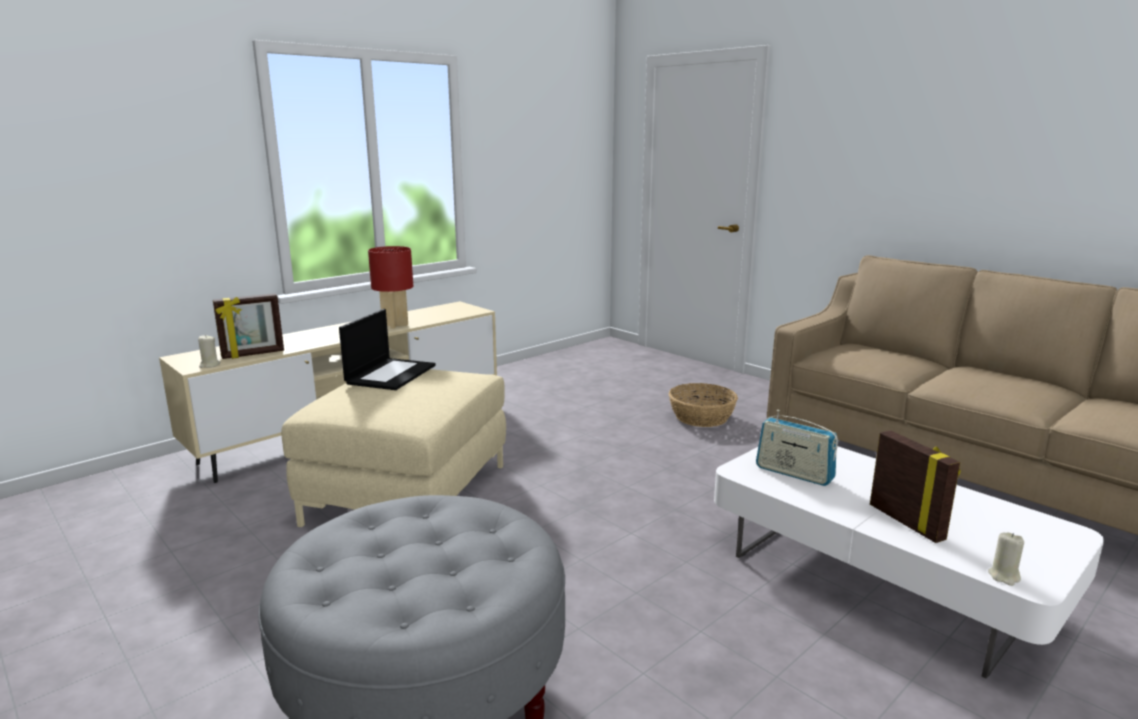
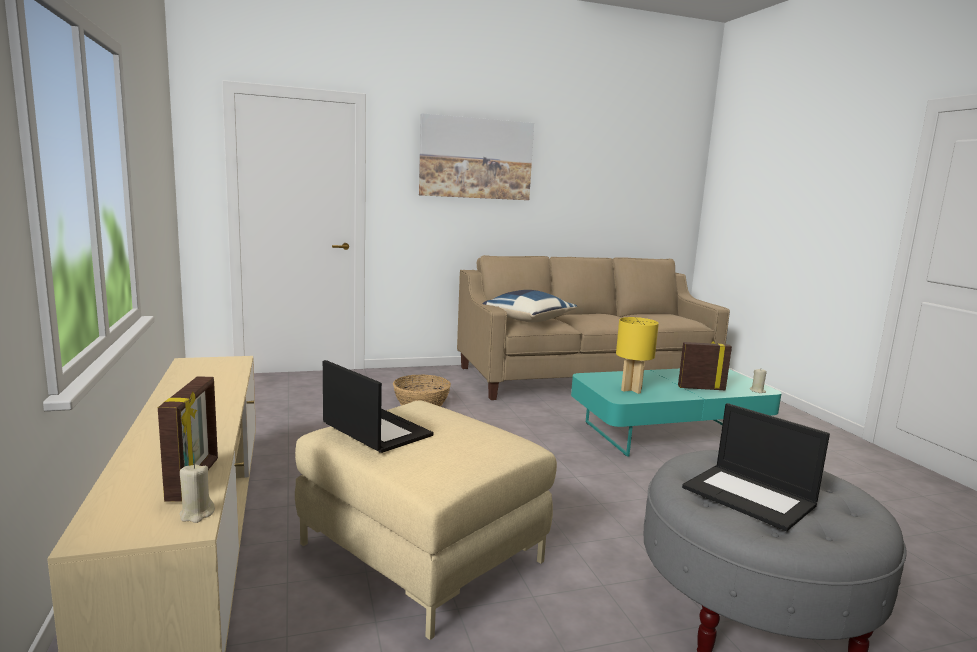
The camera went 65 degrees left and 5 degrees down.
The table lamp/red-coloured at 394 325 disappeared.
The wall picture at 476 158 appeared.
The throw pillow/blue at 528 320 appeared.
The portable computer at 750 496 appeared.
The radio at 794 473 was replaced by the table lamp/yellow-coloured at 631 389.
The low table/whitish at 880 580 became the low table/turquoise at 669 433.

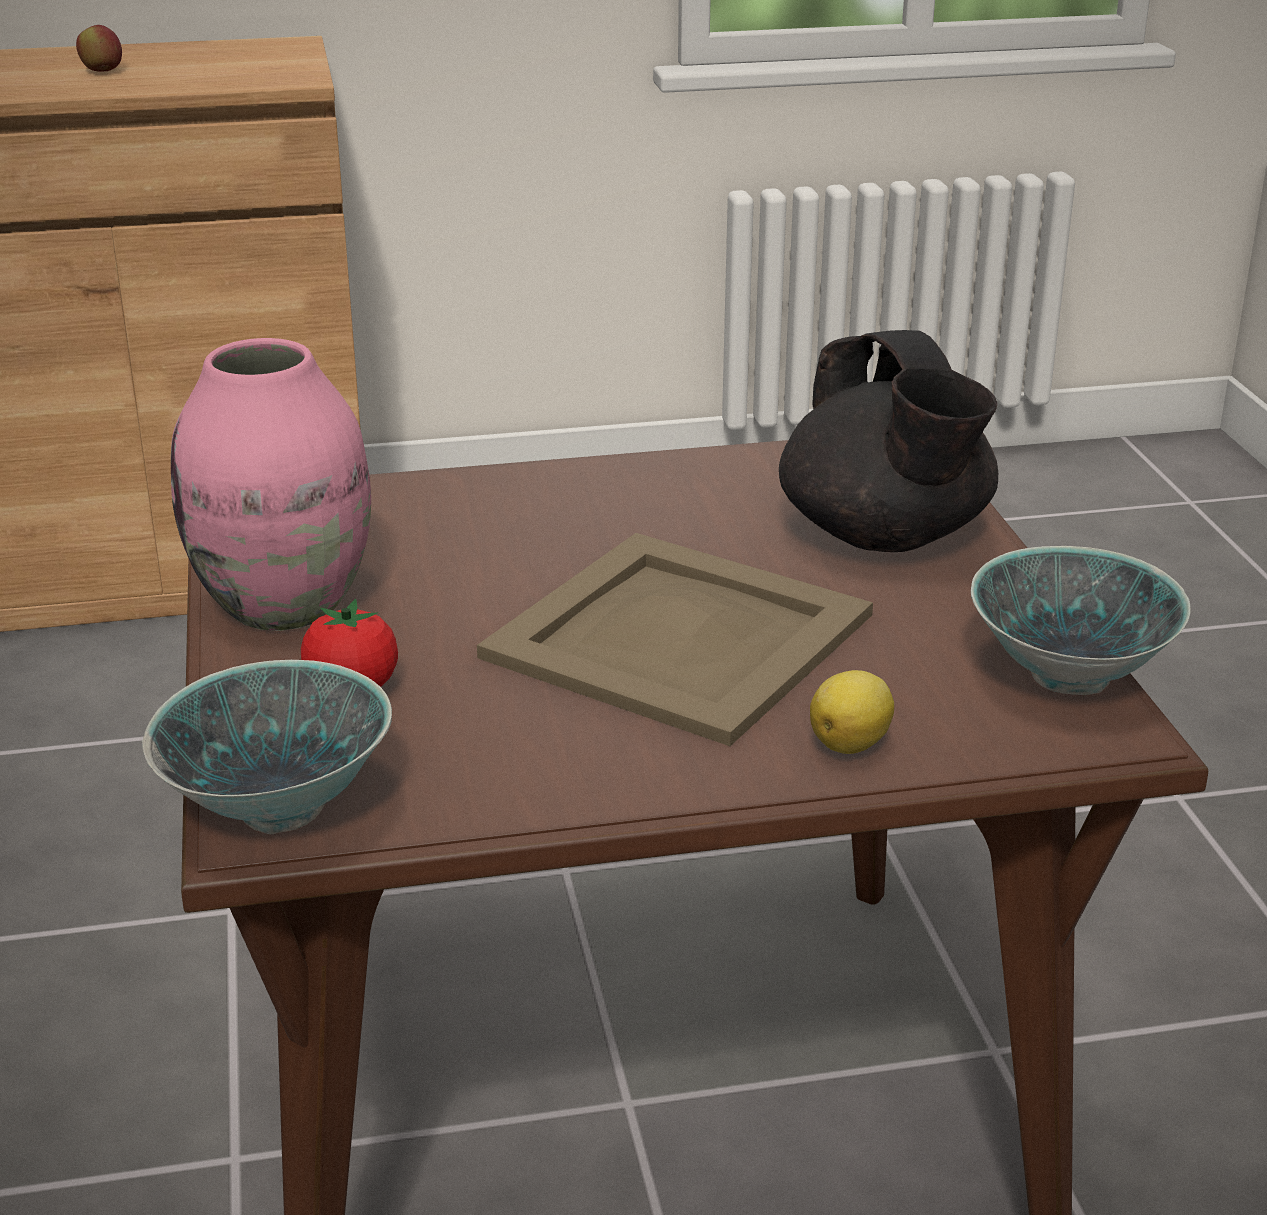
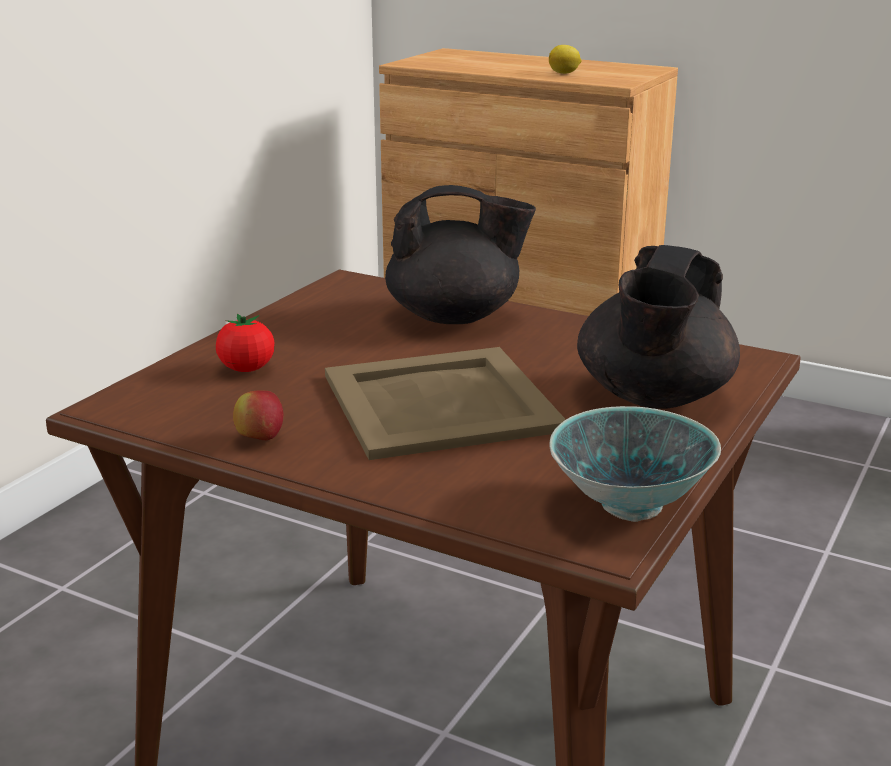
The camera went 40 degrees right and 5 degrees down.
The deep dish at 280 808 disappeared.
The vase/pink-coloured at 286 605 disappeared.
The pot for tea/blackish at 455 317 appeared.
The apple moved from 102 71 to 260 439.
The lemon moved from 851 744 to 564 73.

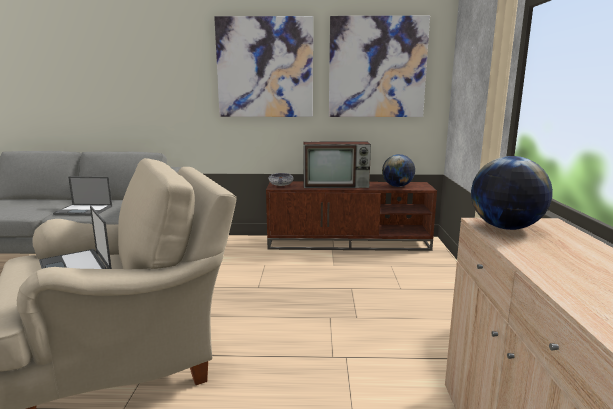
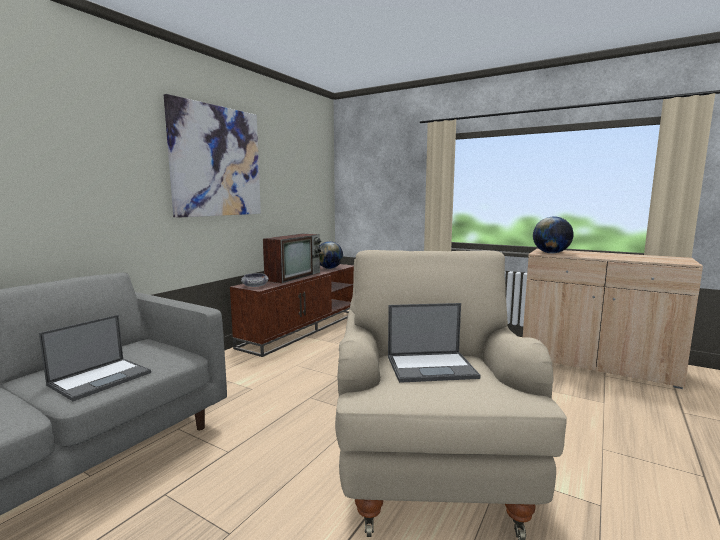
The camera went 60 degrees left and 5 degrees down.
The wall picture at 377 68 disappeared.

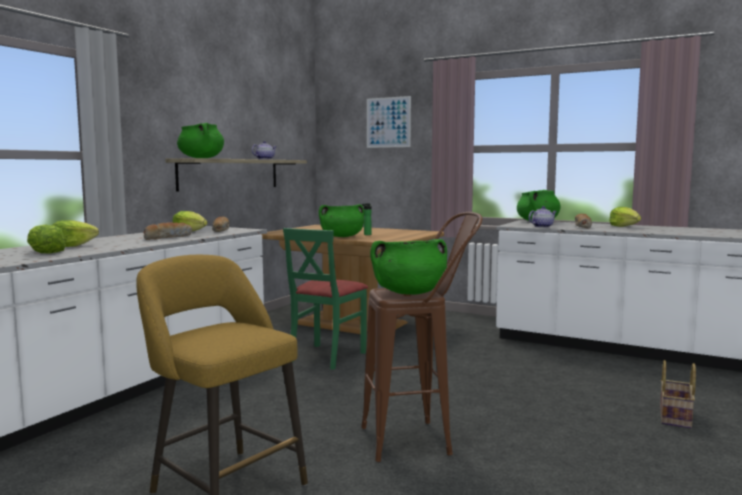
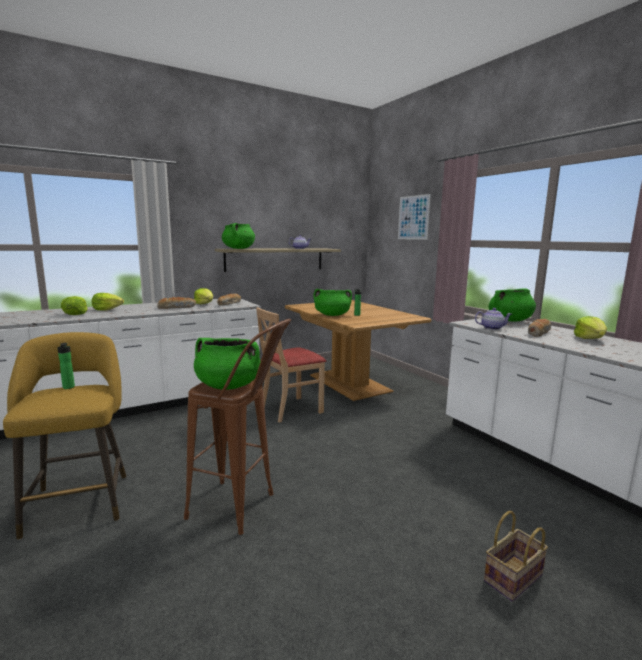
The camera went 30 degrees right and 5 degrees up.
The beverage bottle at 68 388 appeared.
The plain chair/green at 326 356 became the plain chair/beige at 291 409.

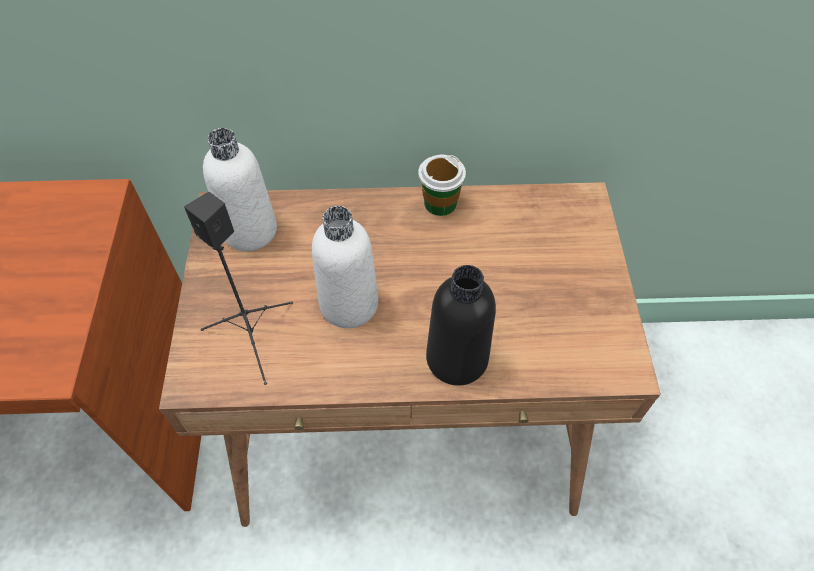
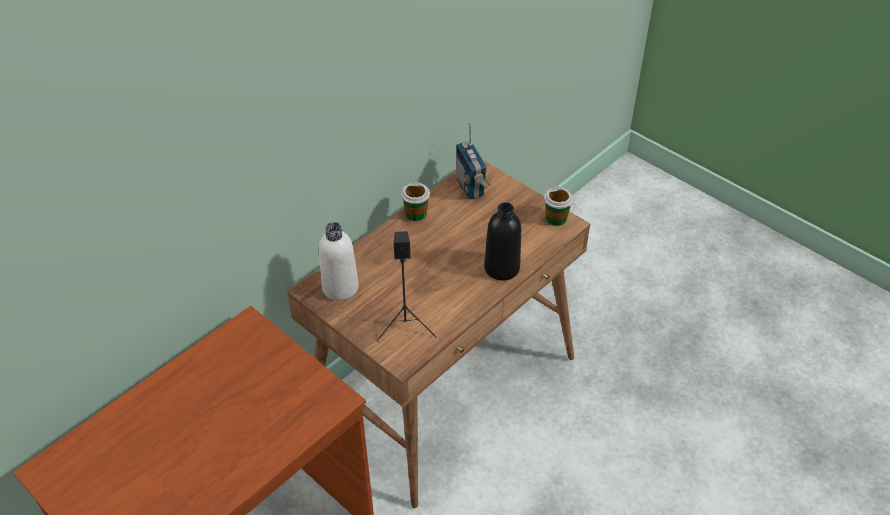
The camera went 45 degrees left and 10 degrees down.
The beverage bottle/whitish at 349 304 disappeared.
The radio at 471 187 appeared.
The cup at 556 218 appeared.

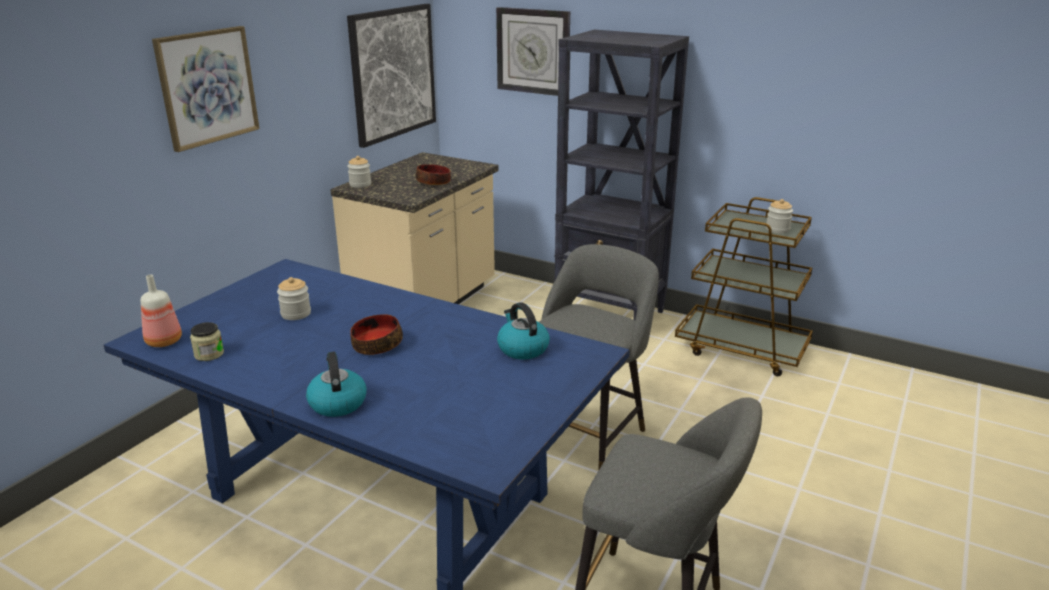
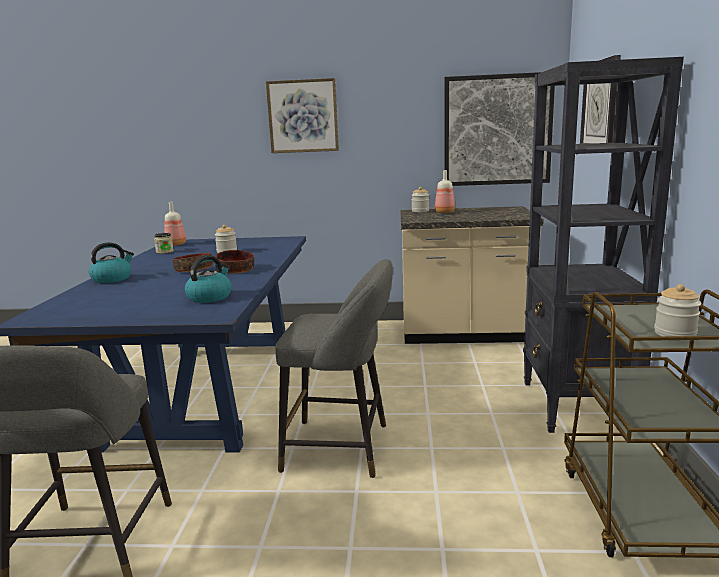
The camera went 65 degrees right and 10 degrees down.
The beverage bottle at 444 212 appeared.
The deep dish moved from 434 182 to 235 270.

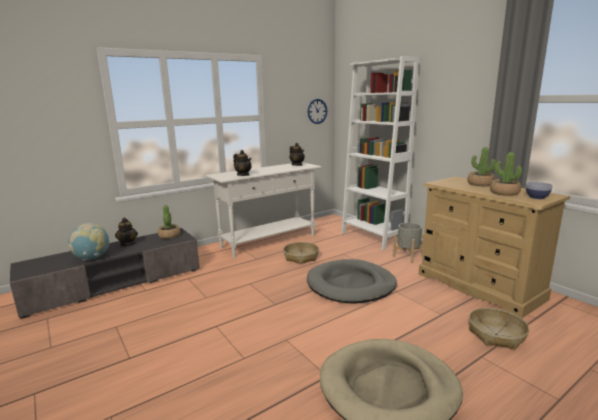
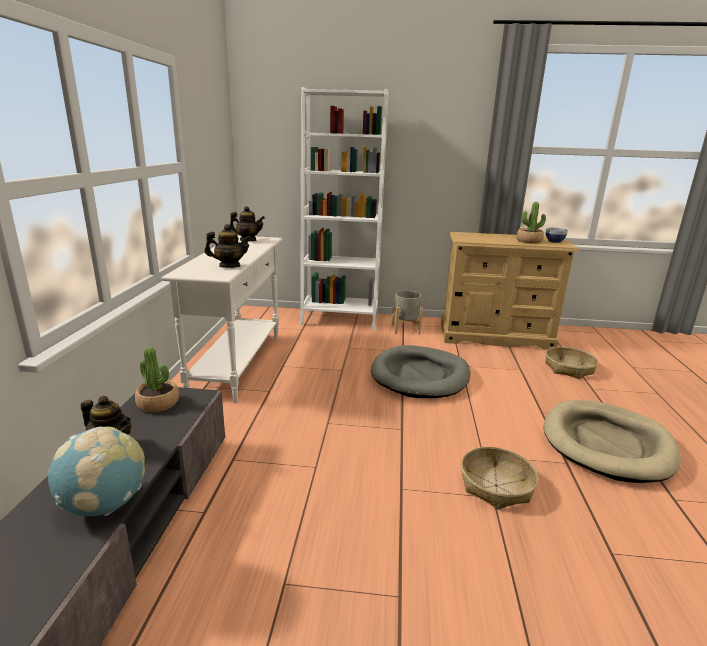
The camera went 50 degrees left and 5 degrees up.
The wall clock at 317 111 disappeared.
The houseplant at 480 184 disappeared.
The basket moved from 301 257 to 496 486.

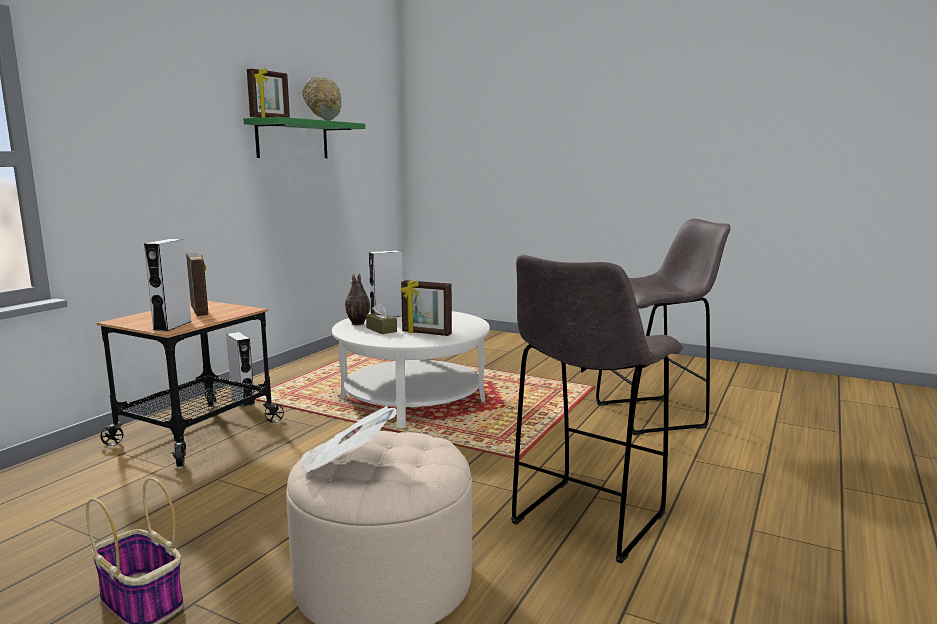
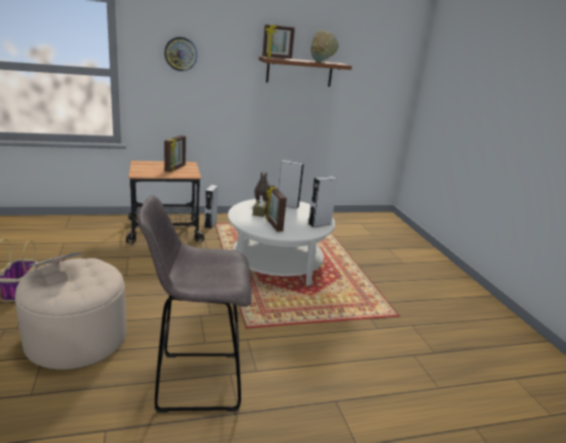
The camera went 45 degrees right and 10 degrees up.
The stool seat/grey at 653 415 disappeared.
The wall clock at 180 54 appeared.
The speaker/grey moved from 172 325 to 319 223.
The shelf/green at 292 140 became the shelf/brown at 299 72.

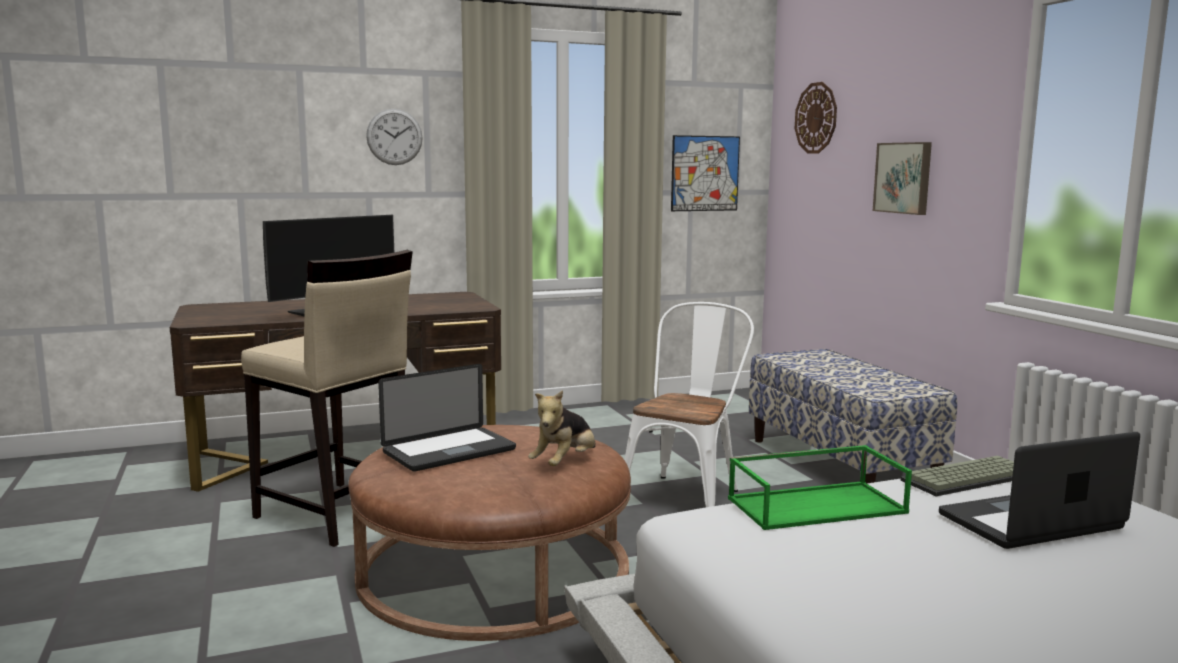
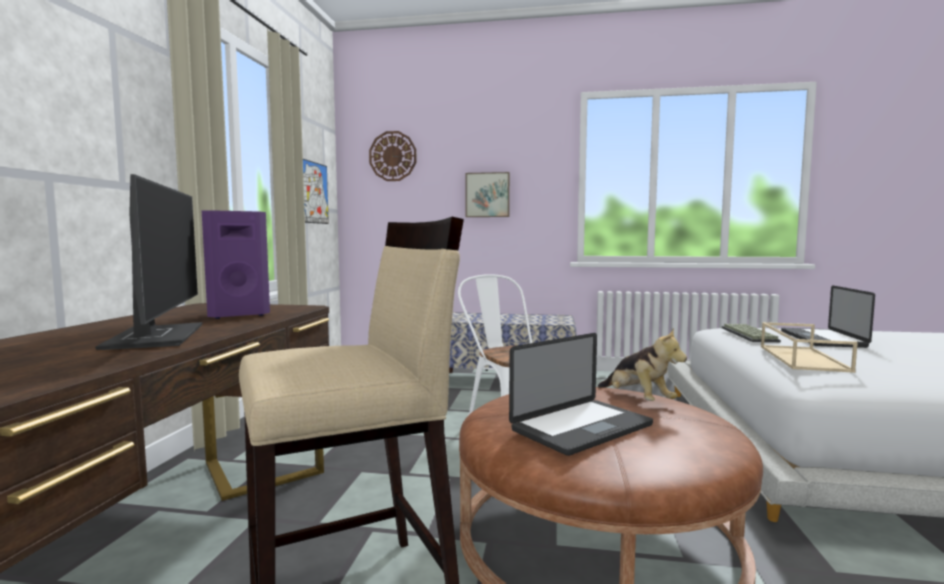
The camera went 60 degrees left and 5 degrees down.
The wall clock at 394 137 disappeared.
The speaker/purplish at 238 315 appeared.
The serving tray/green at 817 505 became the serving tray/beige at 801 358.
The portable computer at 449 451 turned 60 degrees clockwise.

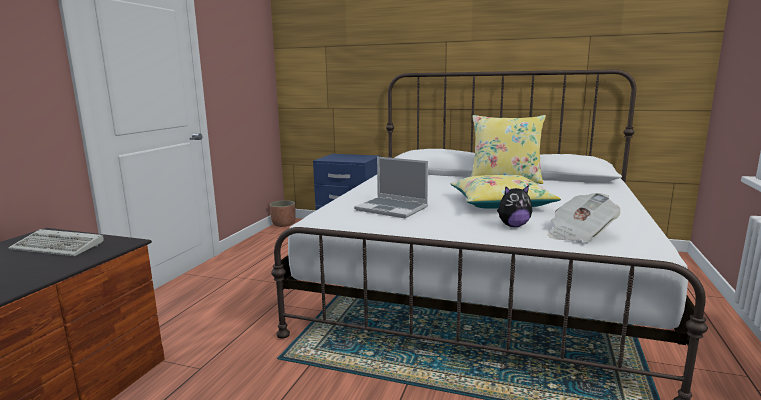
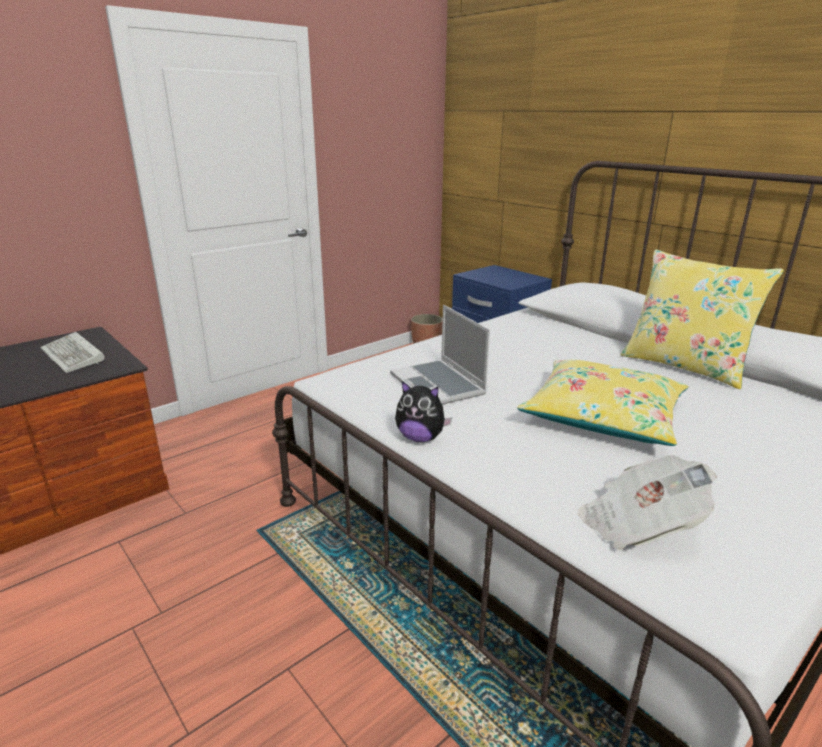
The camera went 30 degrees right and 10 degrees up.
The plush toy moved from 513 226 to 420 438.

